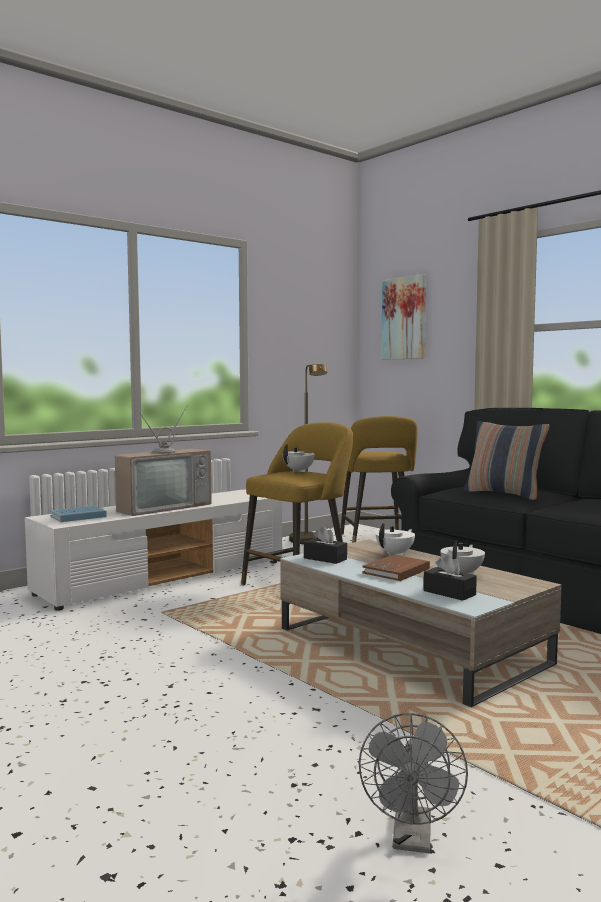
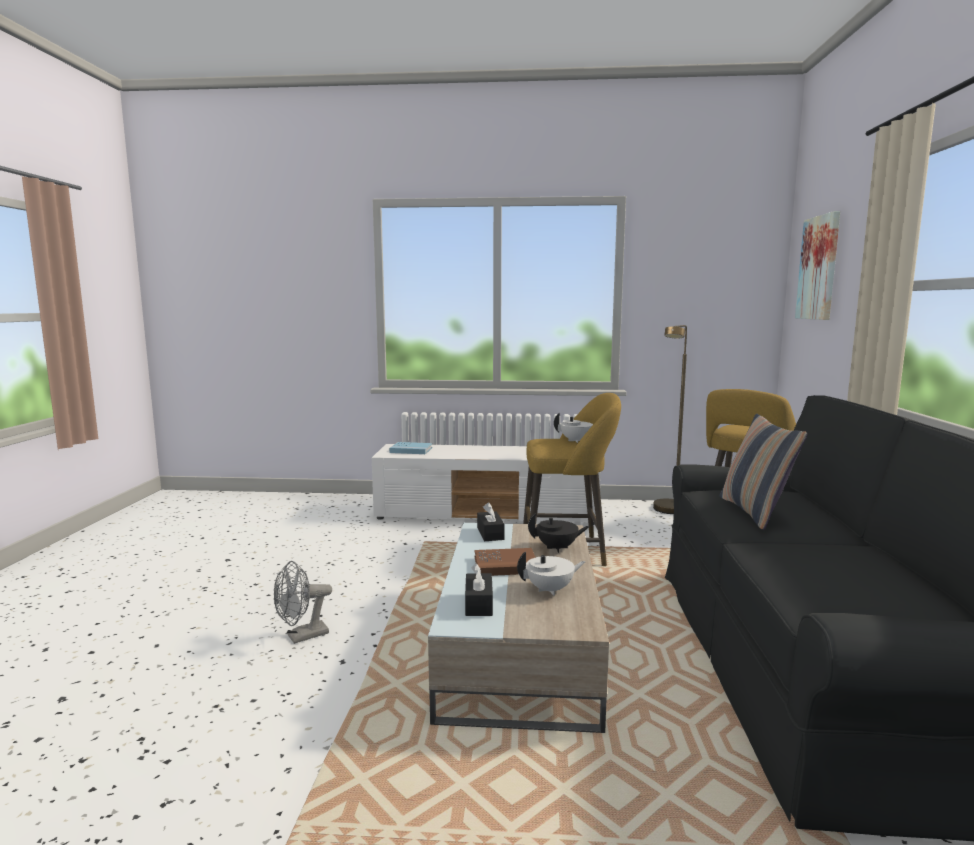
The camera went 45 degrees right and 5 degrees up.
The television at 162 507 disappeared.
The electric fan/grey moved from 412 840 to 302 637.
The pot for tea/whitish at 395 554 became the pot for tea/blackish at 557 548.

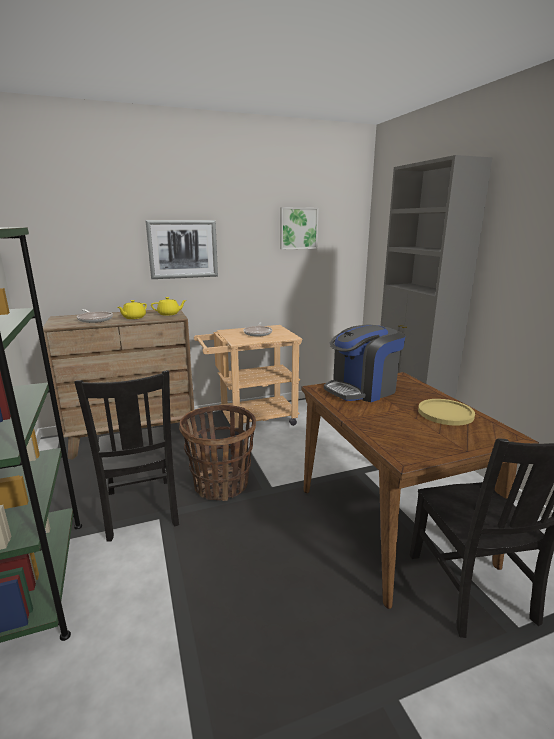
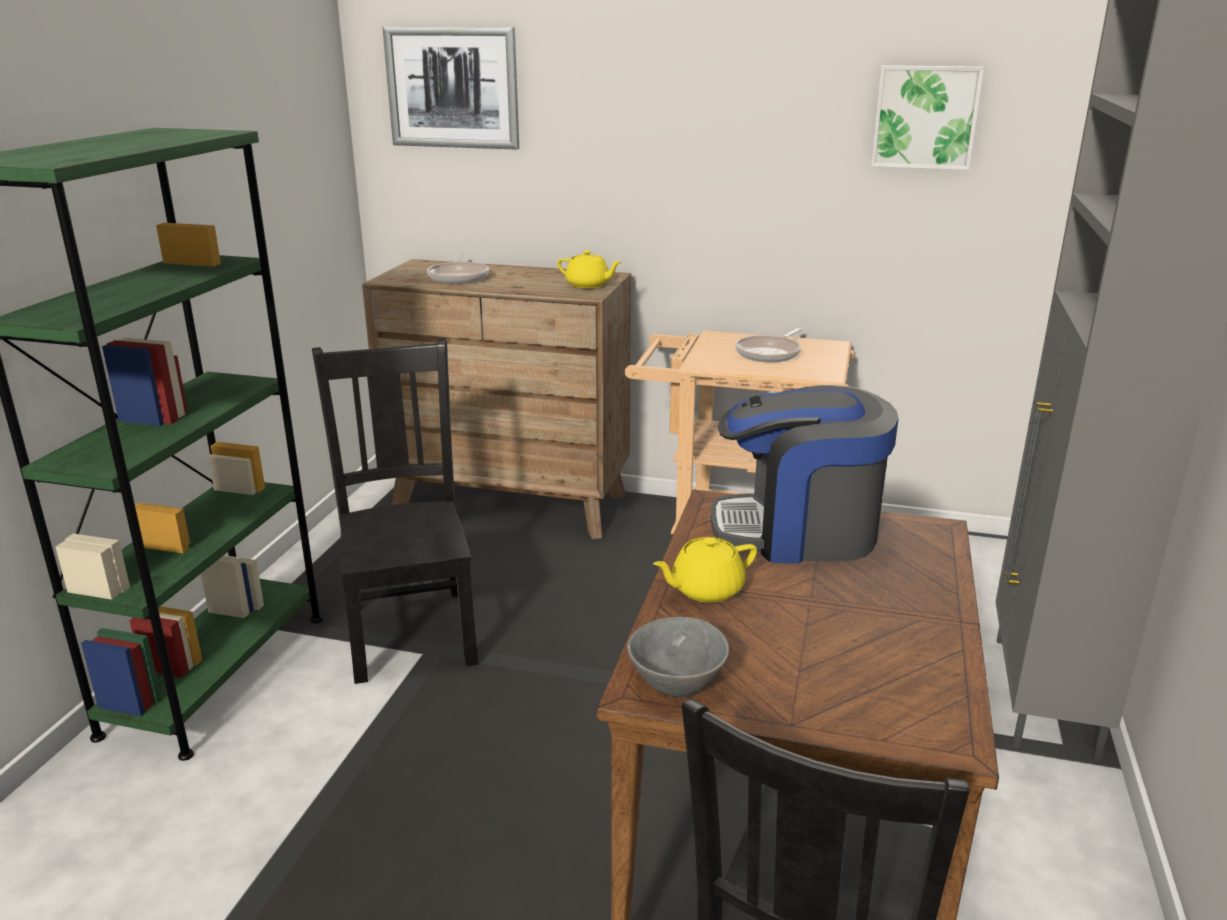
The camera went 35 degrees right and 5 degrees up.
The basket at 221 484 disappeared.
The dinner plate/yellow-coloured at 445 413 disappeared.
The deep dish/grey at 674 683 appeared.
The pot for tea/yellow-coloured moved from 133 318 to 705 589.
The wall picture moved from 183 249 to 452 88.
The plain chair/blackish at 141 510 turned 150 degrees clockwise.

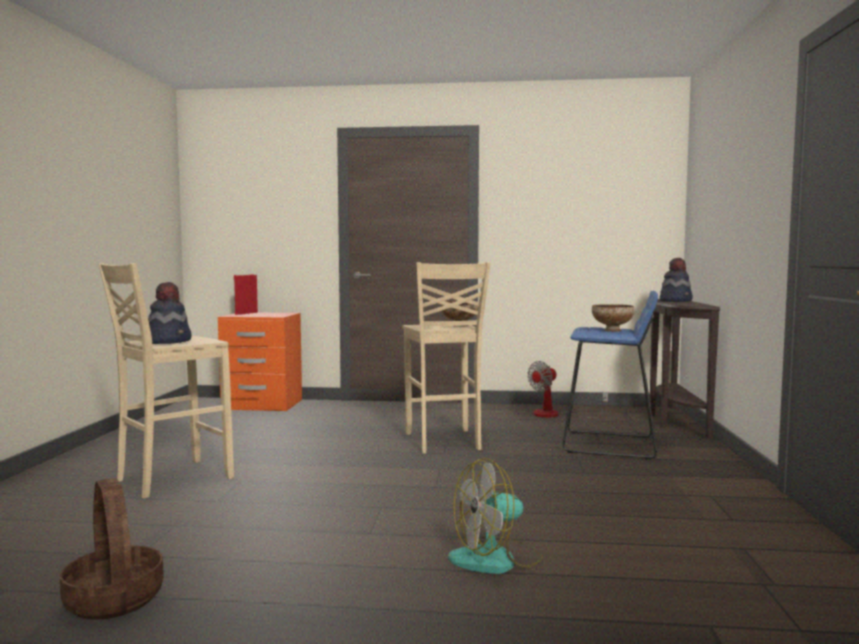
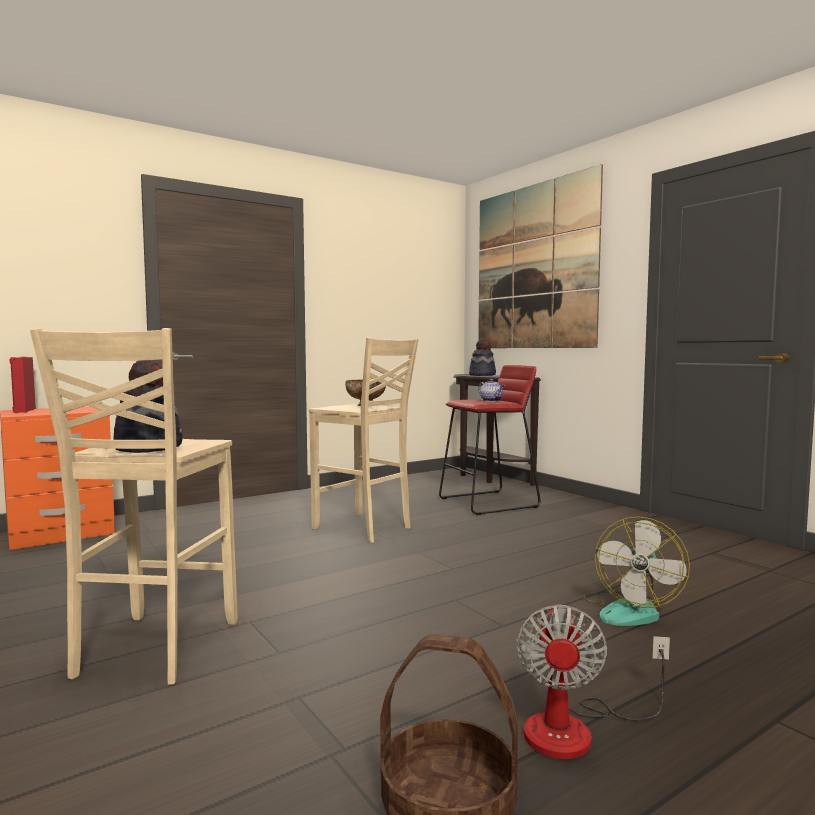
The camera went 40 degrees left and 0 degrees up.
The wall picture at 534 267 appeared.
The electric fan moved from 555 415 to 577 729.
The deep dish at 612 330 was replaced by the pot for tea at 491 401.
The stool seat/blue at 610 445 became the stool seat/red-coloured at 489 503.

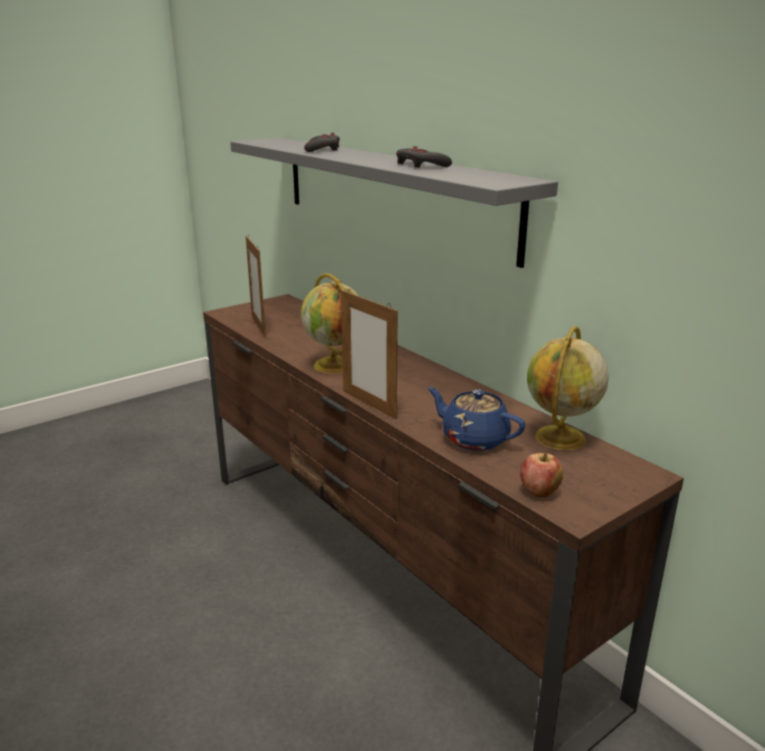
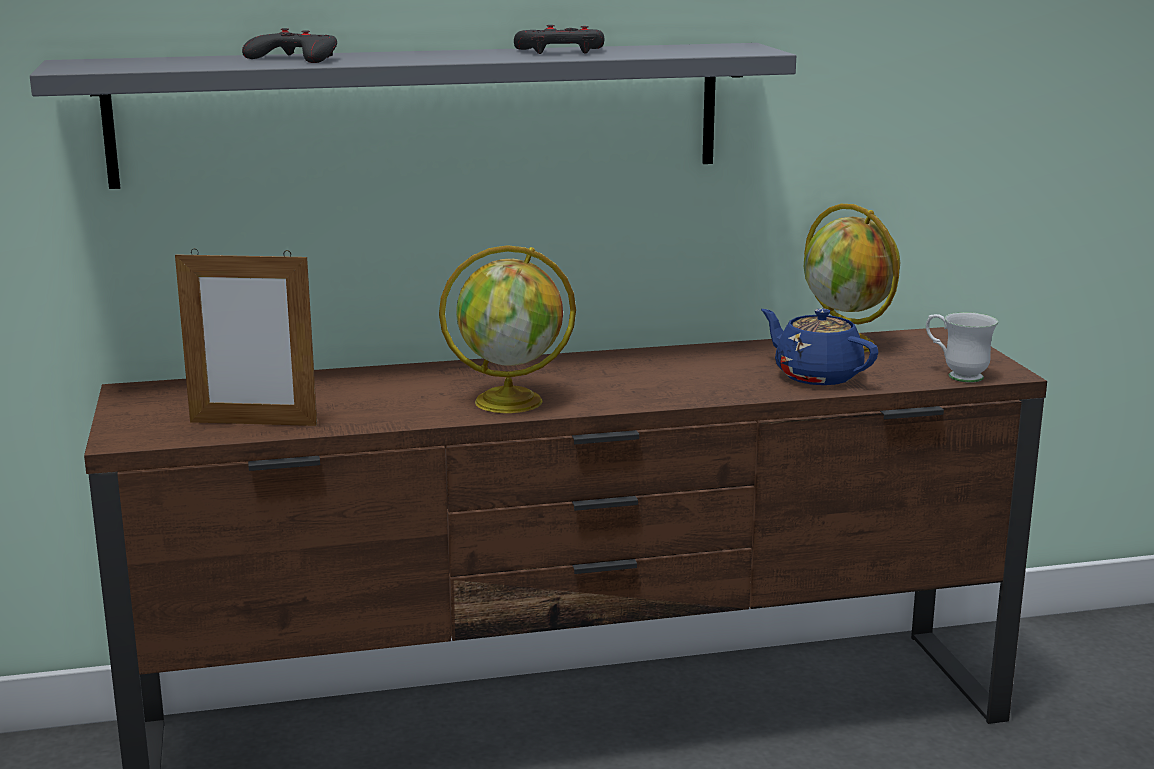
The camera went 65 degrees left and 5 degrees down.
The picture frame at 369 404 disappeared.
The apple at 539 492 was replaced by the mug/whitish at 956 375.
The pot for tea/blue at 473 438 turned 75 degrees clockwise.

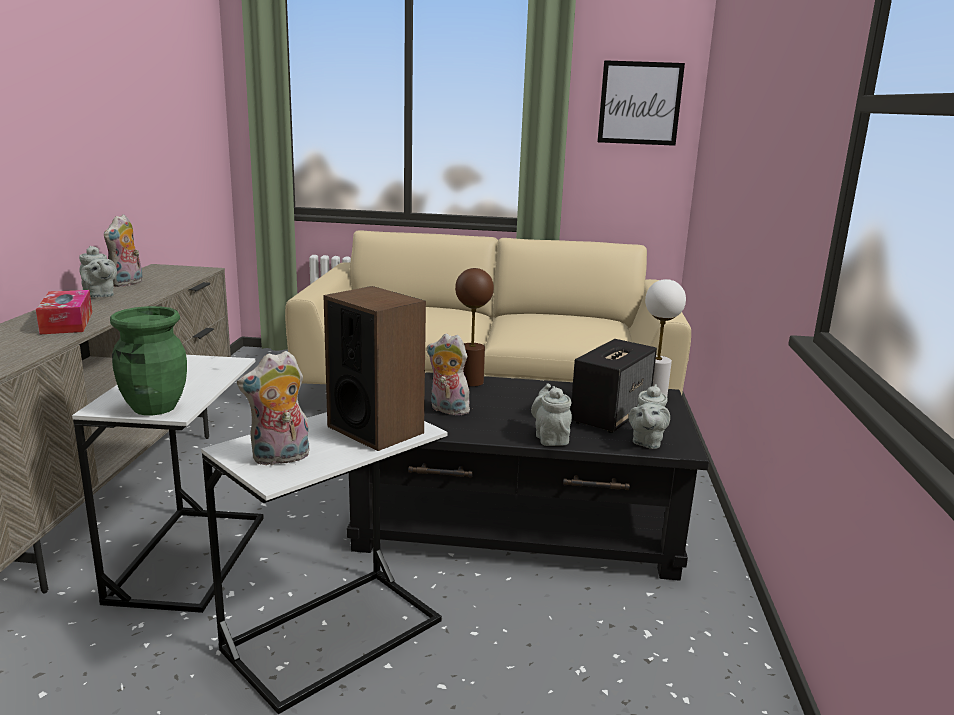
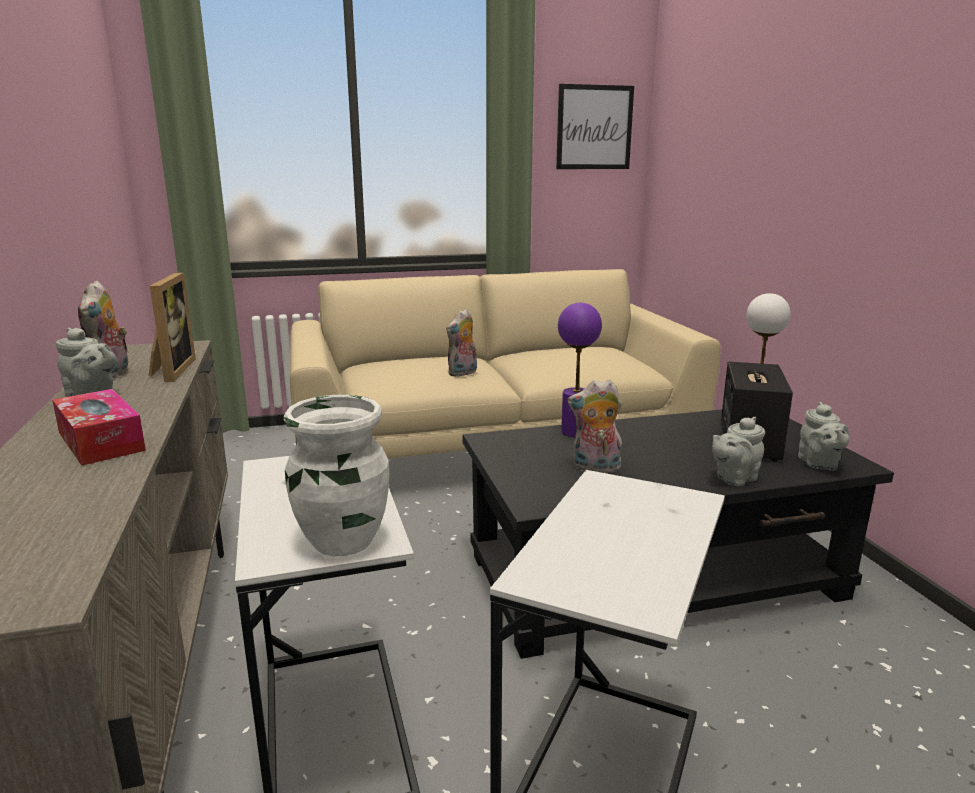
The camera went 20 degrees left and 0 degrees up.
The speaker at 375 429 disappeared.
The picture frame at 170 370 appeared.
The plush toy moved from 280 458 to 463 373.
The vase/green at 154 407 became the vase/whitish at 341 541.
The table lamp/brown at 471 382 became the table lamp/purplish at 575 432.
The pot for tea/grey at 550 438 turned 90 degrees counterclockwise.

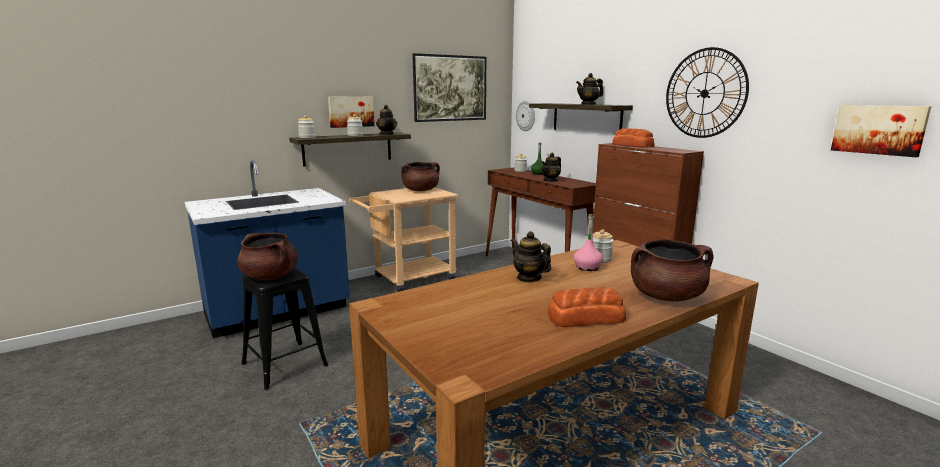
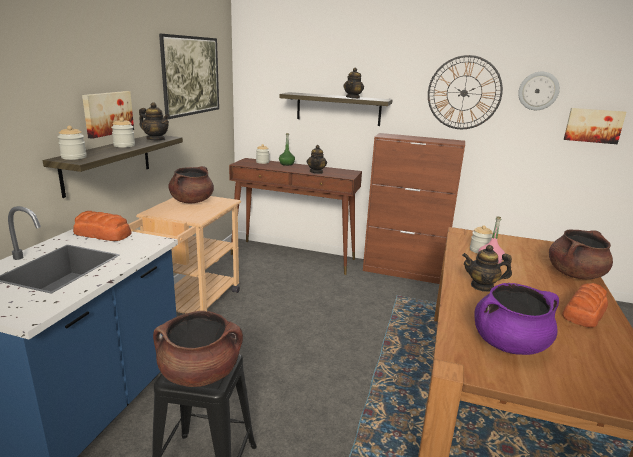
The camera went 40 degrees left and 5 degrees up.
The cooking pot/purplish at 509 344 appeared.
The wall clock moved from 526 116 to 538 91.
The bakery bread moved from 633 145 to 103 234.

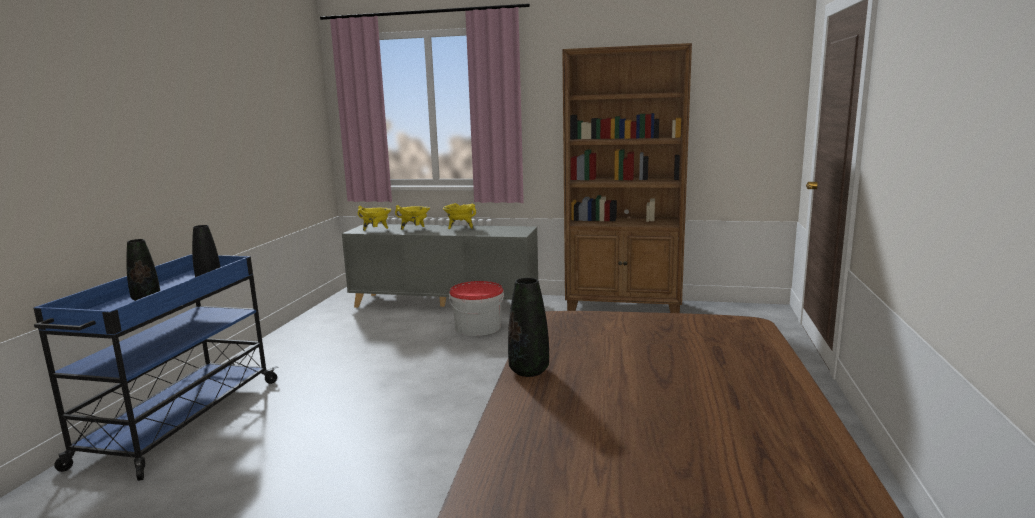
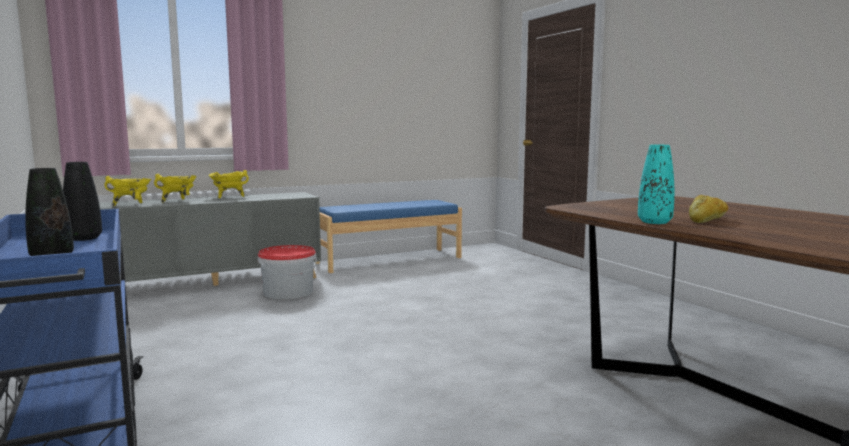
The camera went 40 degrees left and 5 degrees down.
The bakery bread at 707 220 appeared.
The bookcase/brown at 624 307 was replaced by the bench/blue at 389 260.
The vase/blackish at 529 371 became the vase/turquoise at 654 222.

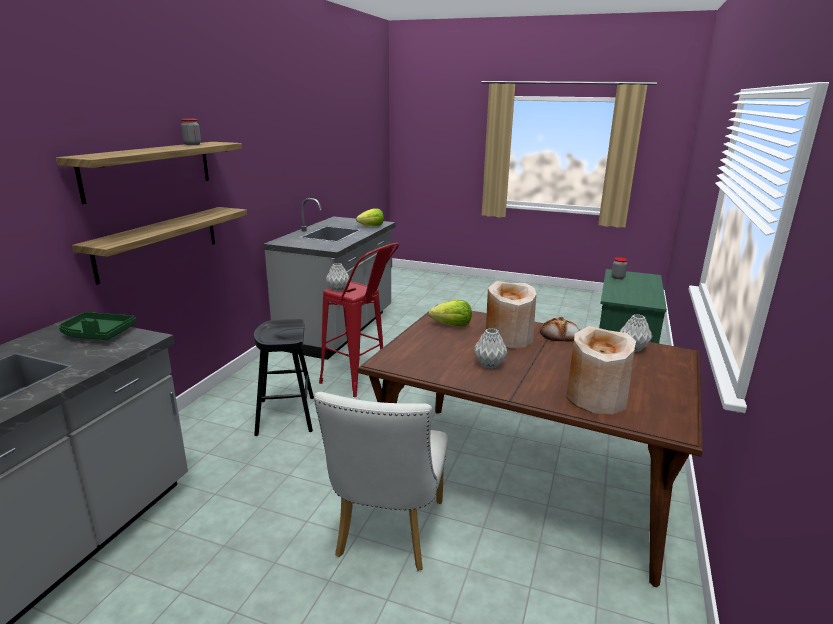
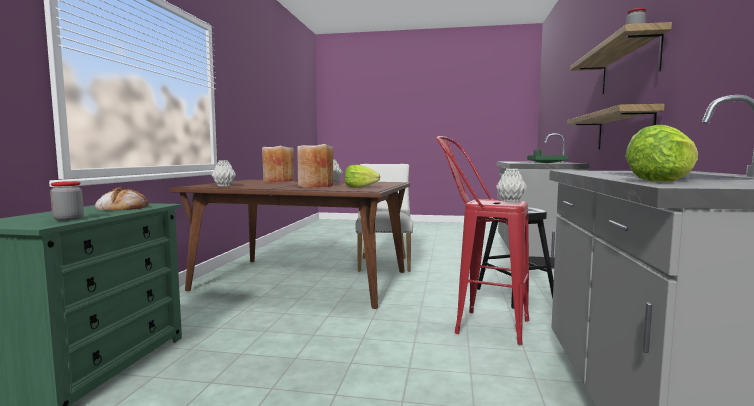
The camera went 170 degrees right and 15 degrees down.
The bakery bread moved from 560 334 to 122 207.

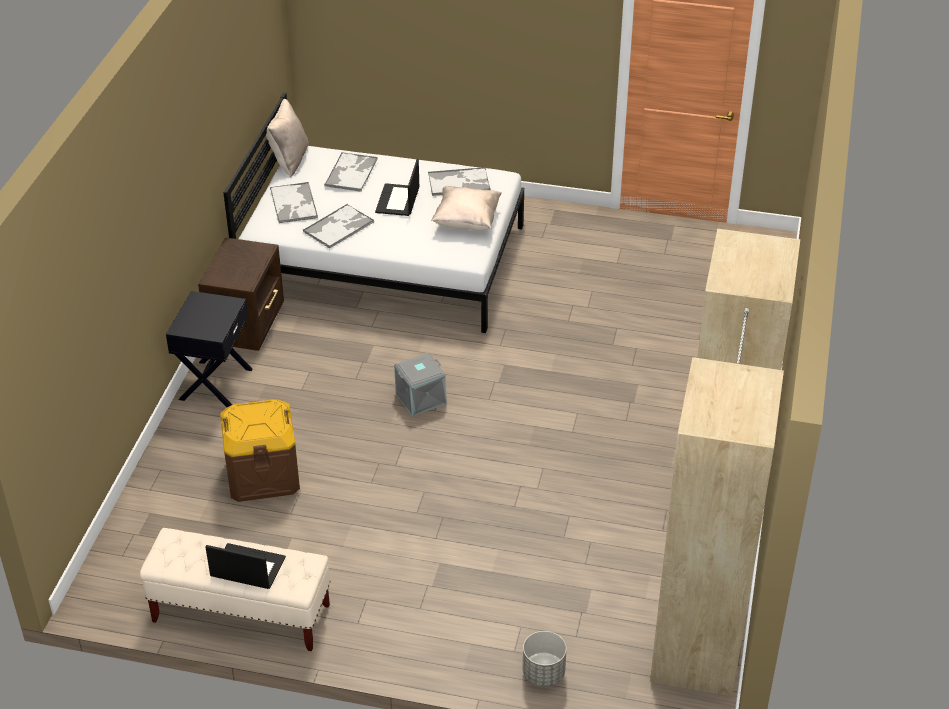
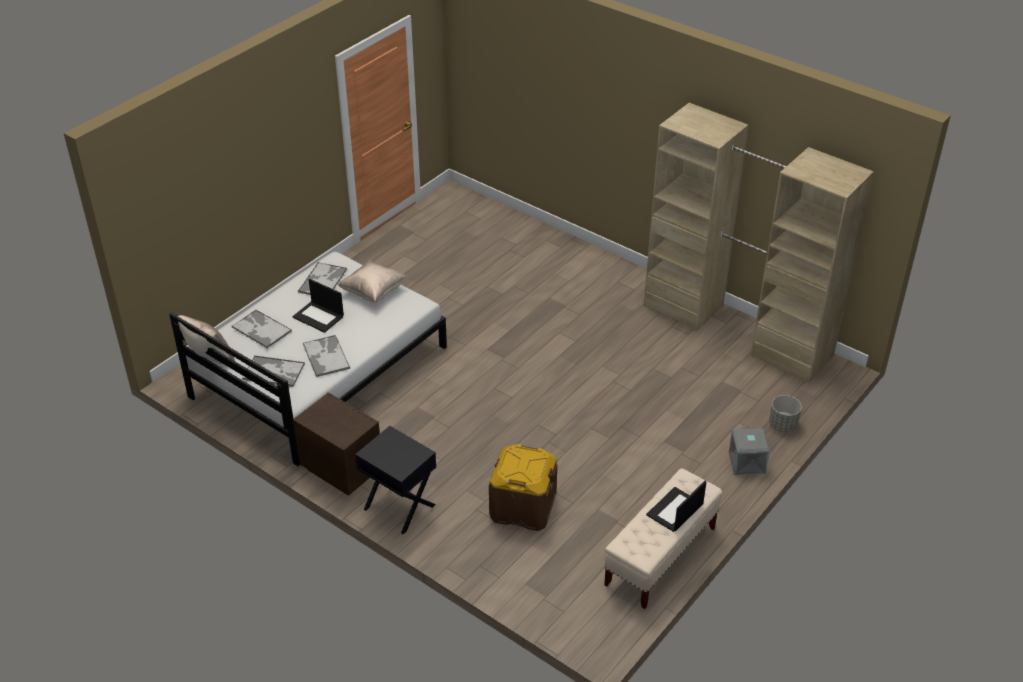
The camera went 65 degrees left and 0 degrees up.
The storage box/grey moved from 420 399 to 747 463.

